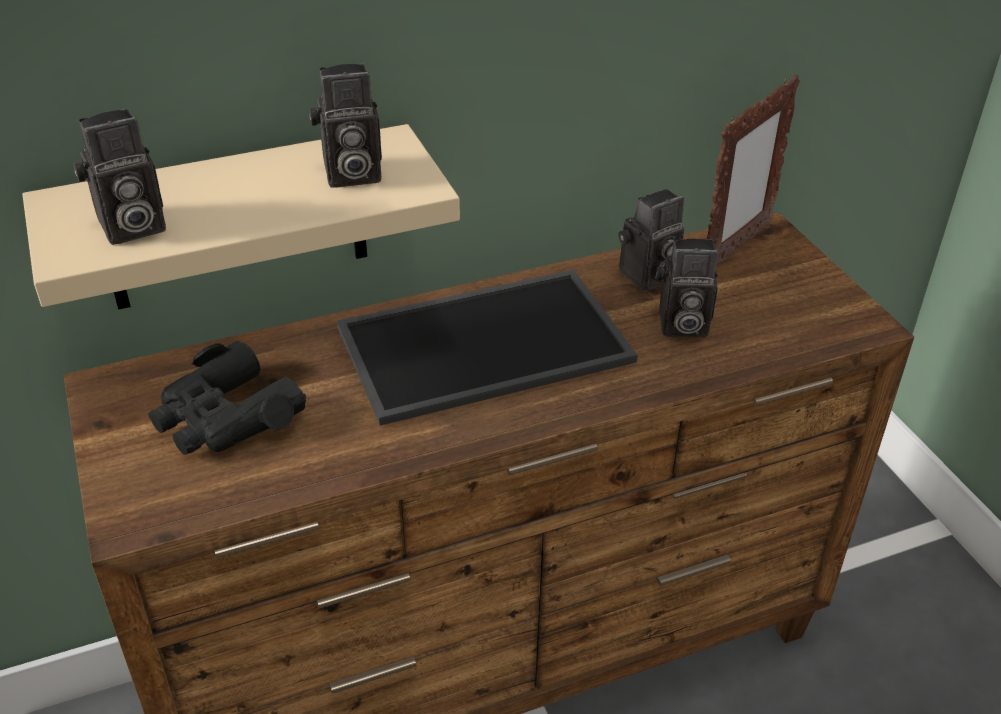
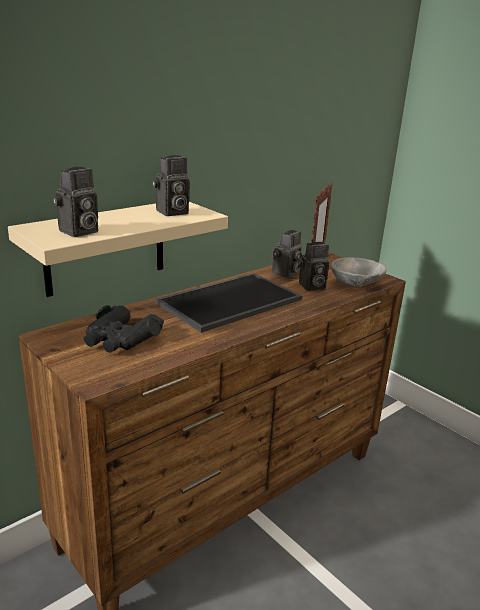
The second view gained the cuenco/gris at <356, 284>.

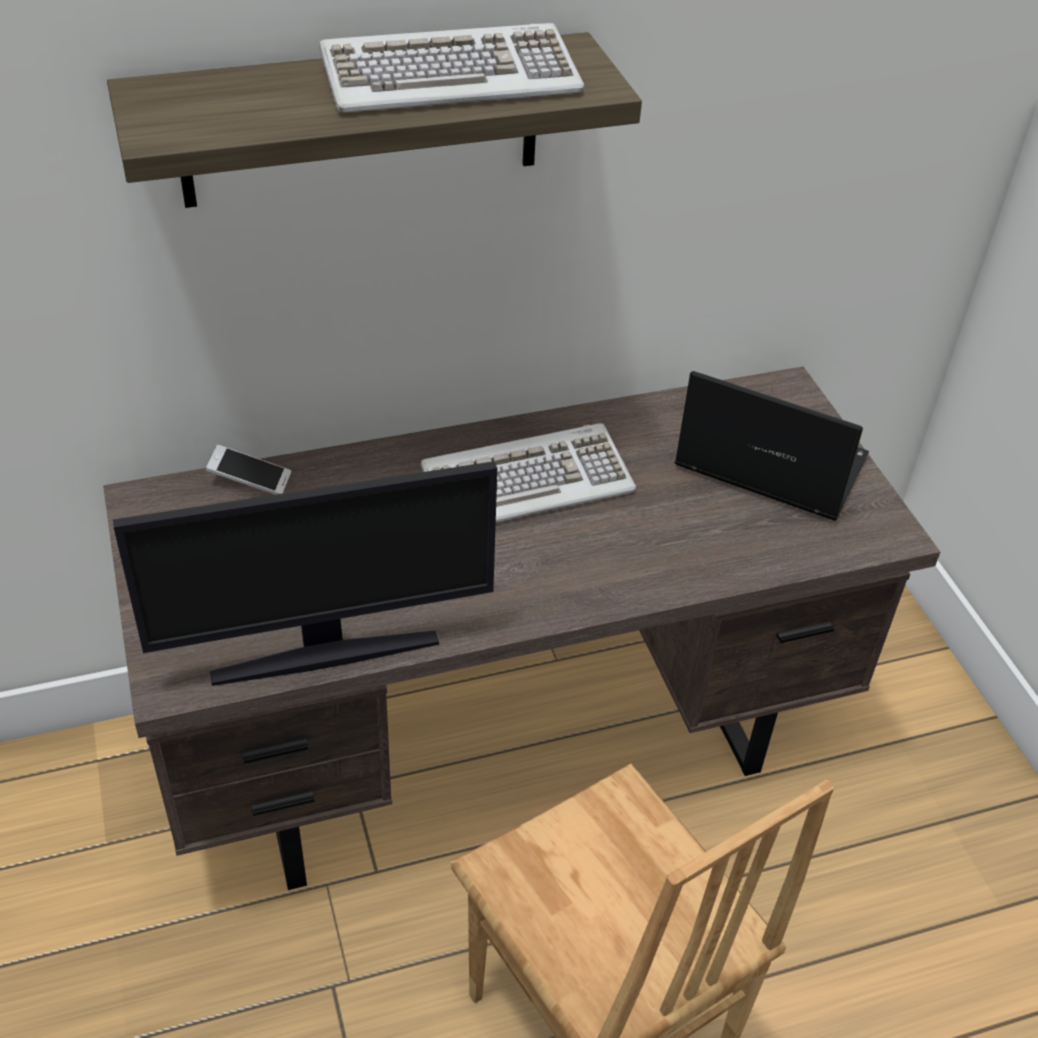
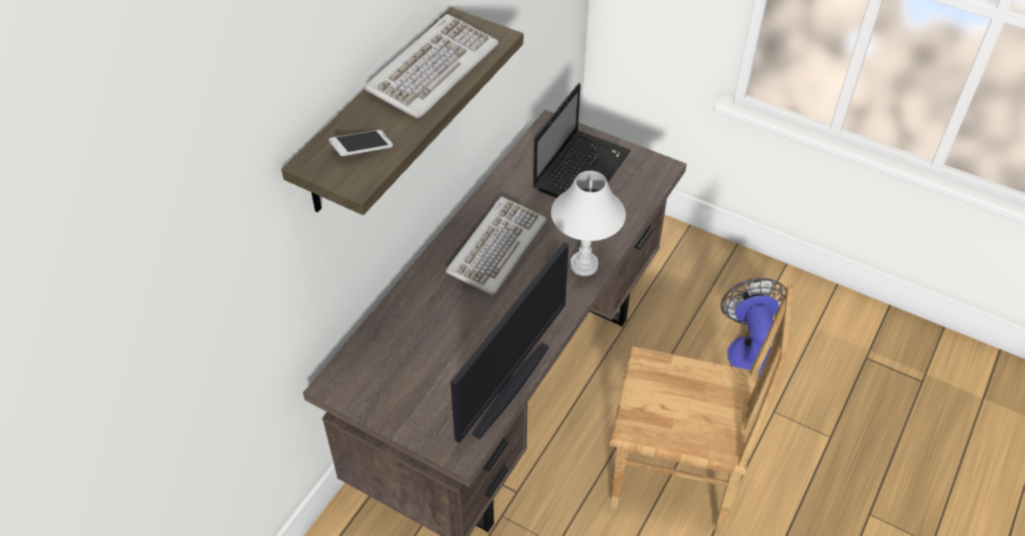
The portátil at <765, 463> ended up facing another way, 135 degrees clockwise from before.
The móvil ended up elsewhere, having gone from <250, 479> to <362, 149>.
The second view gained the lámpara de mesa/blanco at <584, 265>.
The second view gained the ventilador at <748, 349>.

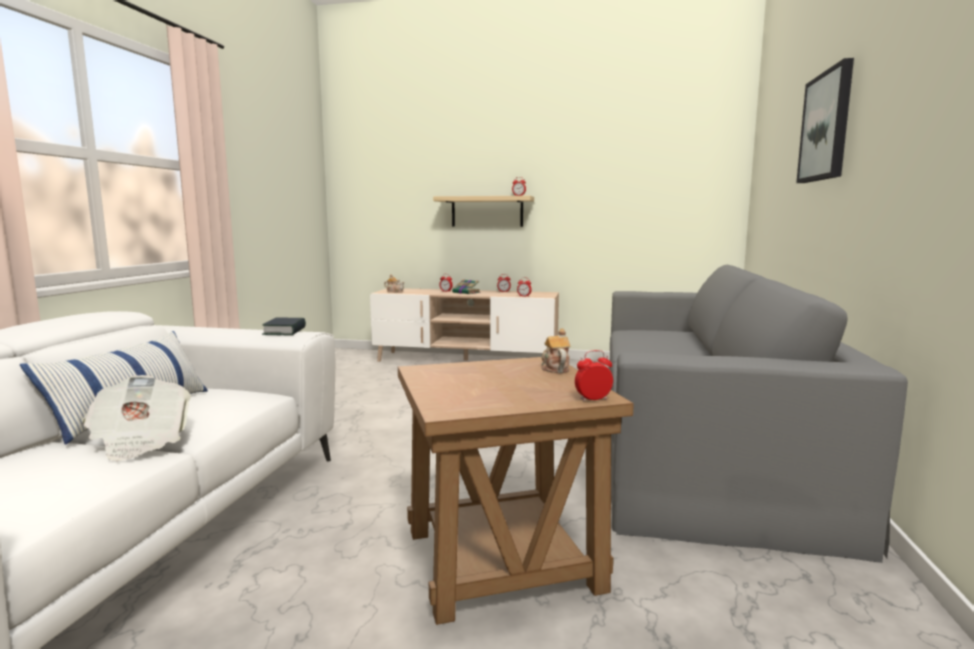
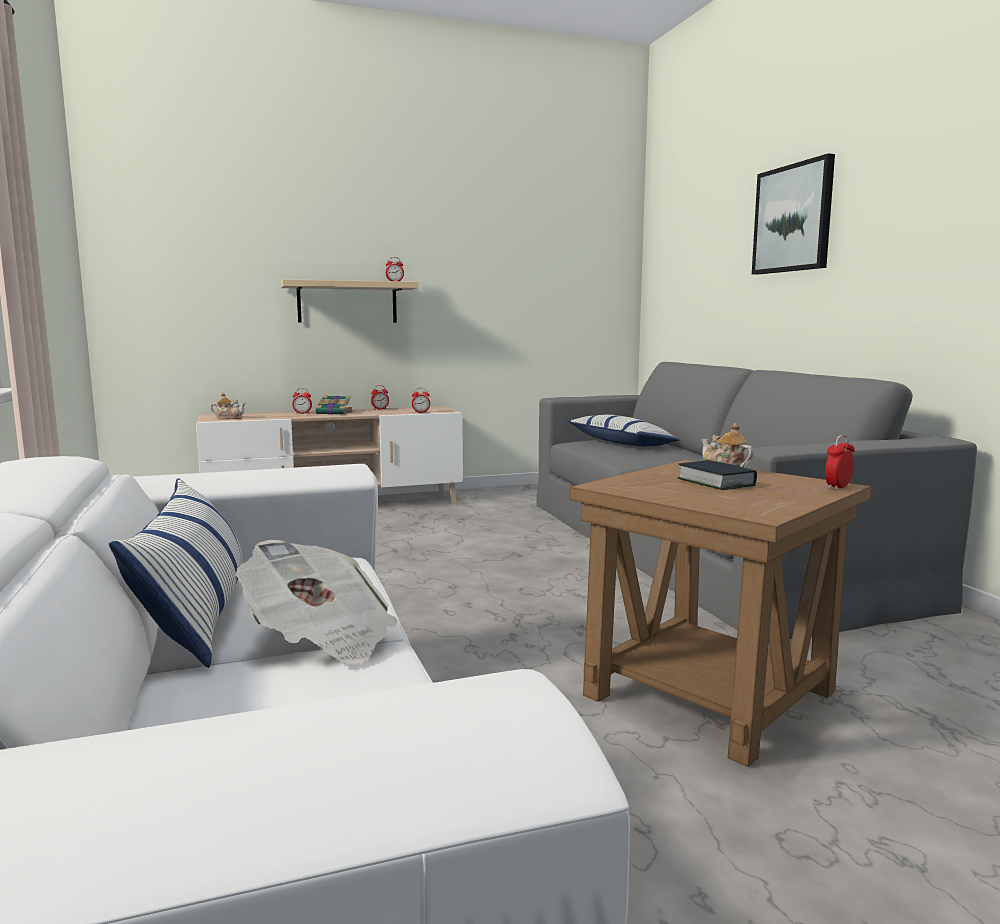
The libro ended up elsewhere, having gone from <285, 331> to <716, 482>.
The second view gained the cojín at <620, 443>.

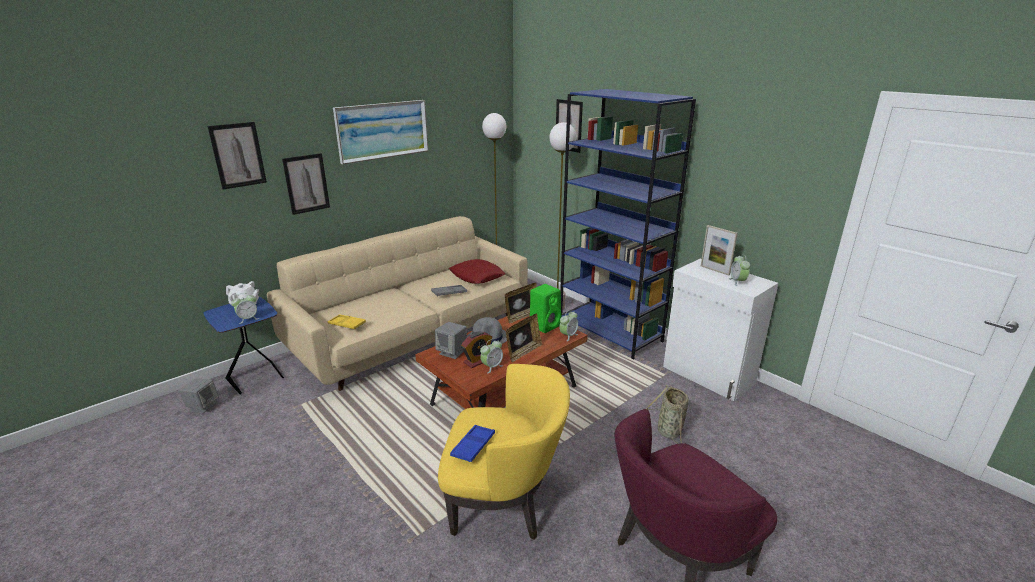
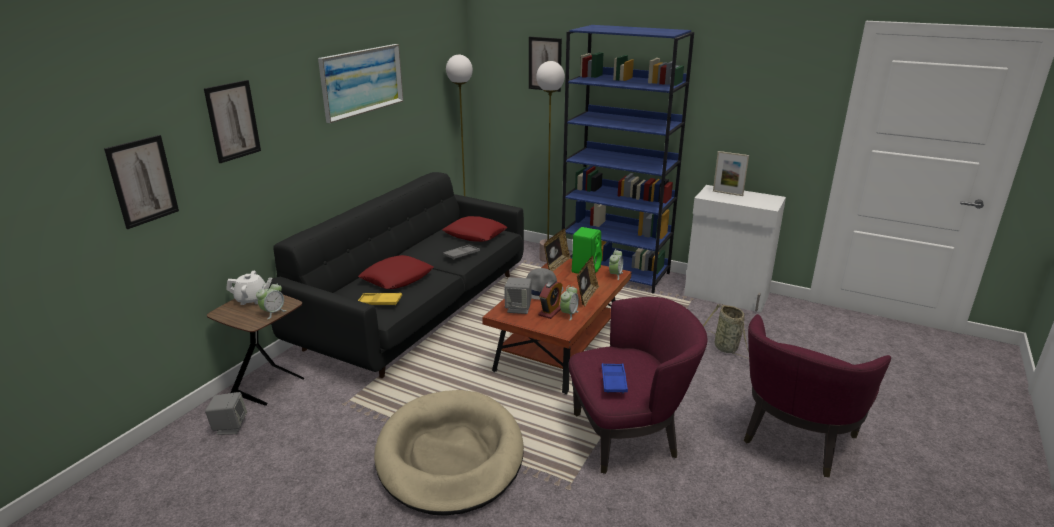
The cuadro ended up elsewhere, having gone from <306, 183> to <142, 181>.
What was the sofá/beis at <413, 335> turned into the sofá/negro at <417, 309>.
The second view lost the despertador at <737, 282>.
What was the mesa auxiliar/azul at <257, 378> turned into the mesa auxiliar/marrón at <270, 386>.
What was the sillón/amarillo at <505, 502> turned into the sillón/morado at <629, 436>.
The second view gained the cojín/rojo at <397, 278>.
The second view gained the cama para perro/beis at <450, 456>.

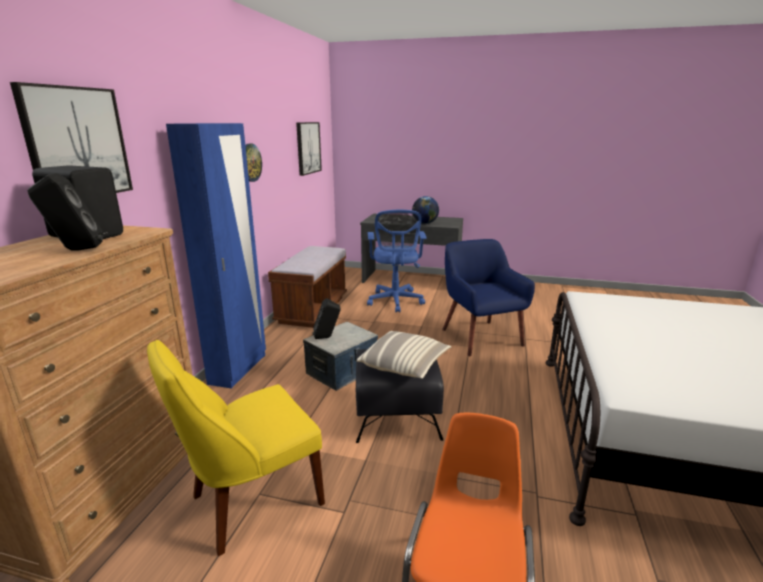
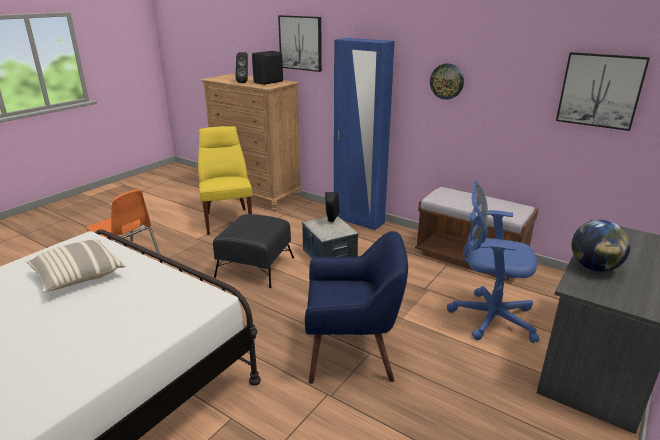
The cojín ended up elsewhere, having gone from <404, 365> to <78, 276>.

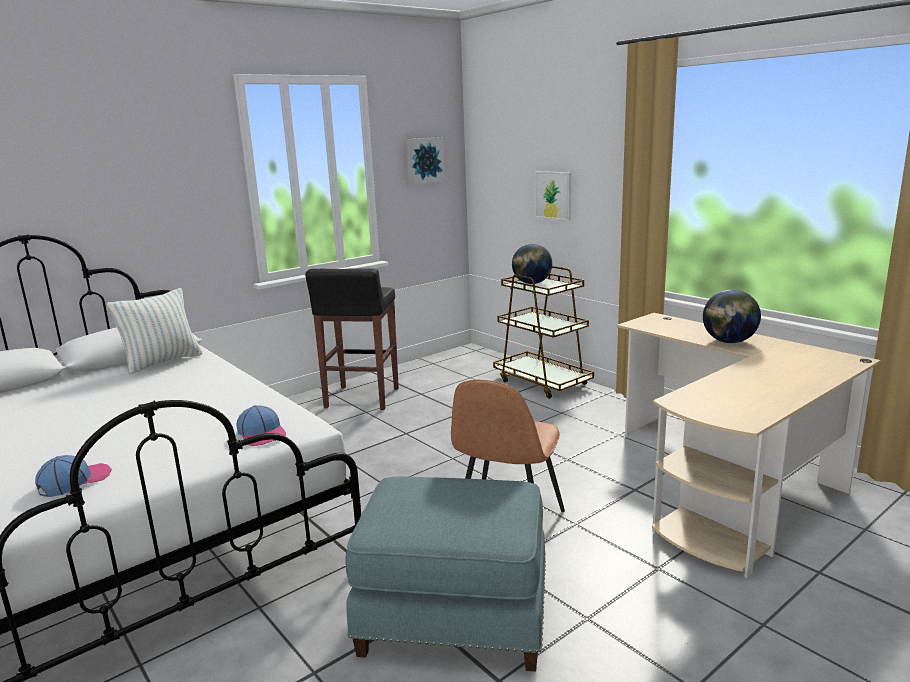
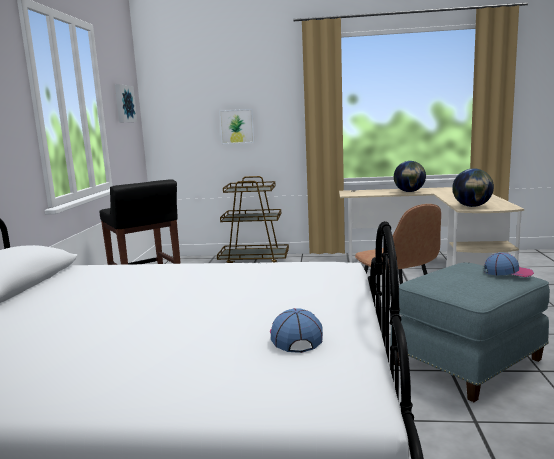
The globo terráqueo ended up elsewhere, having gone from <532, 283> to <472, 206>.
The second view lost the cojín at <162, 362>.
The gorra ended up elsewhere, having gone from <262, 434> to <508, 272>.

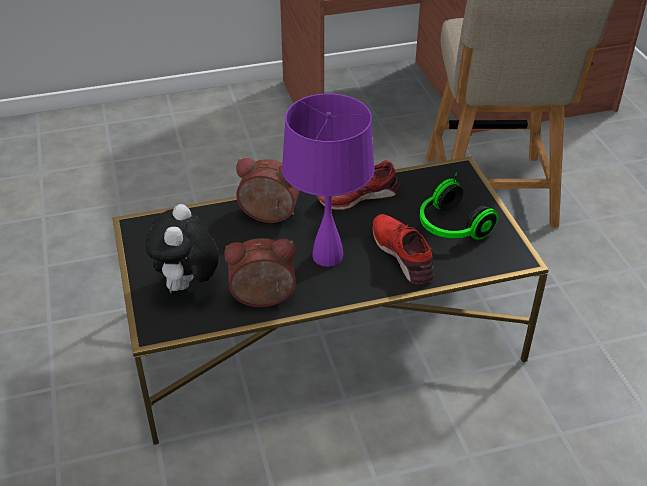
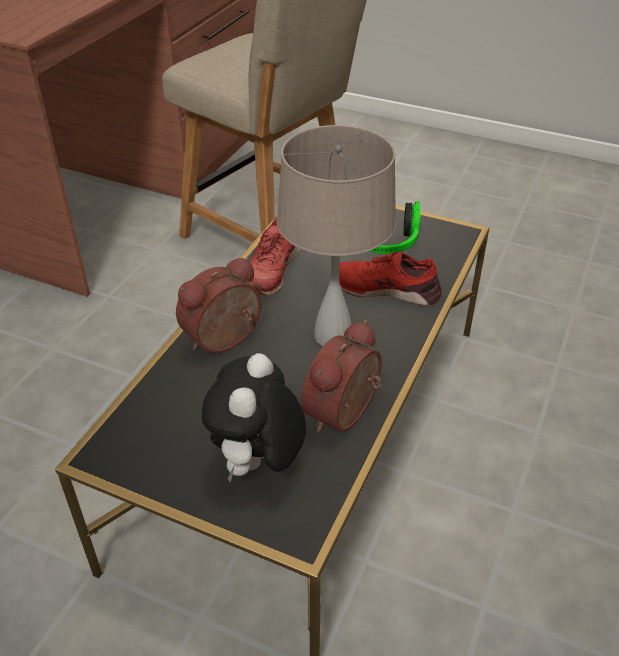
What was the lámpara de mesa/morado at <327, 256> turned into the lámpara de mesa/beis at <332, 335>.
The peluche at <187, 286> ended up facing another way, 60 degrees clockwise from before.

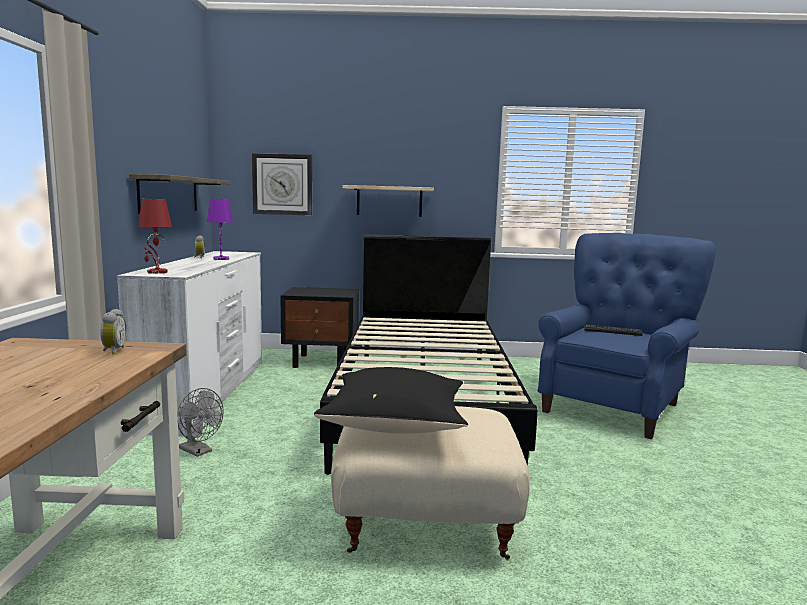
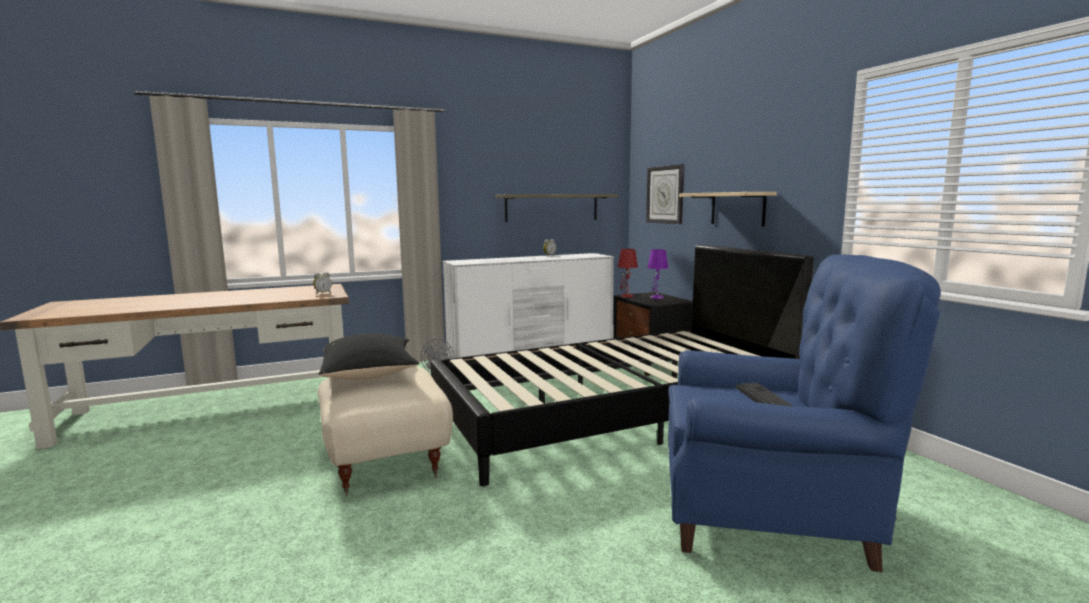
The lámpara de mesa/rojo ended up elsewhere, having gone from <157, 272> to <626, 296>.
The lámpara de mesa/morado ended up elsewhere, having gone from <221, 259> to <656, 298>.

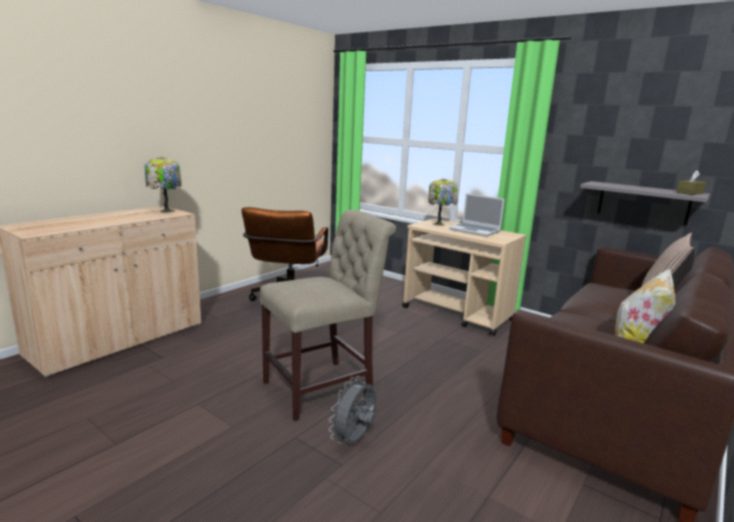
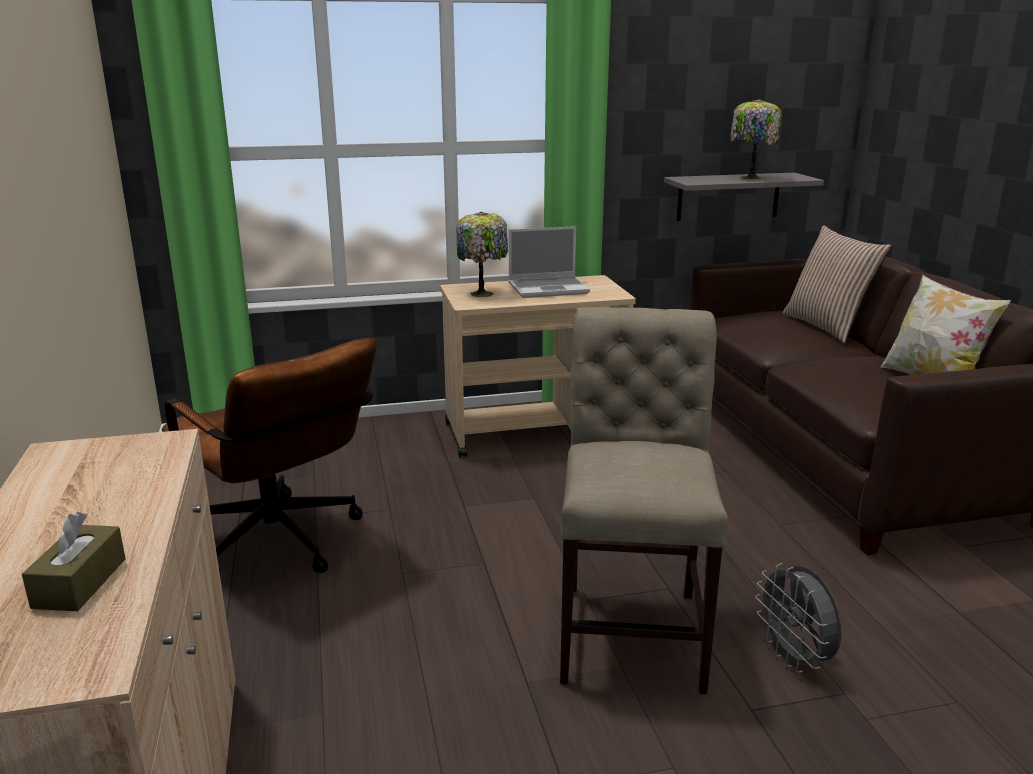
The lámpara de mesa ended up elsewhere, having gone from <166, 211> to <750, 177>.
The caja de pañuelos/marrón ended up elsewhere, having gone from <690, 193> to <80, 583>.

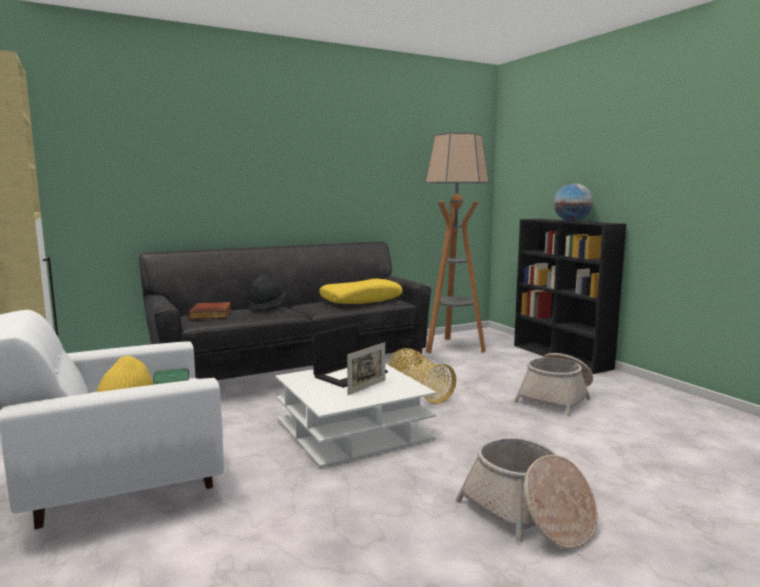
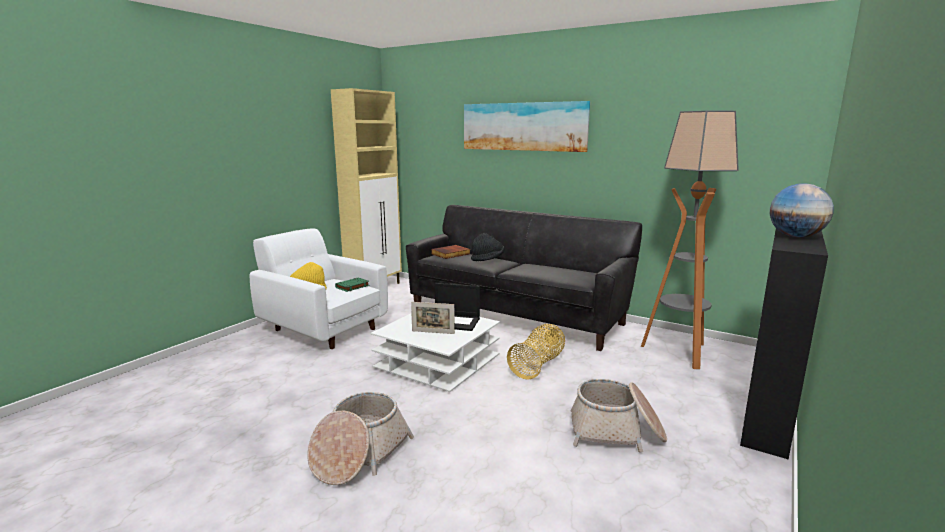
The second view lost the cojín/amarillo at <361, 300>.
The second view gained the cuadro at <523, 126>.

